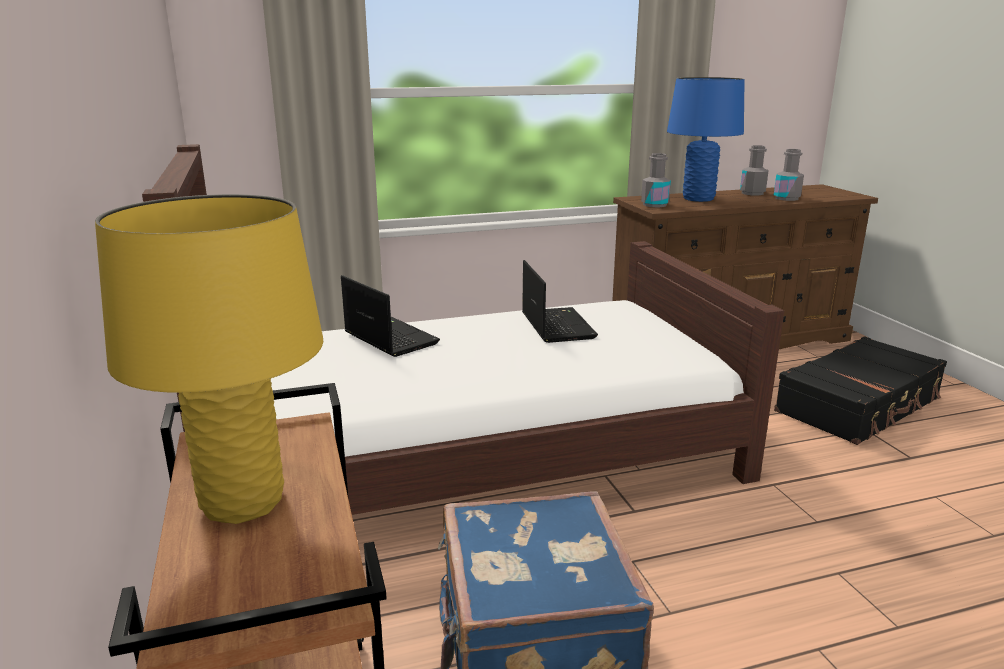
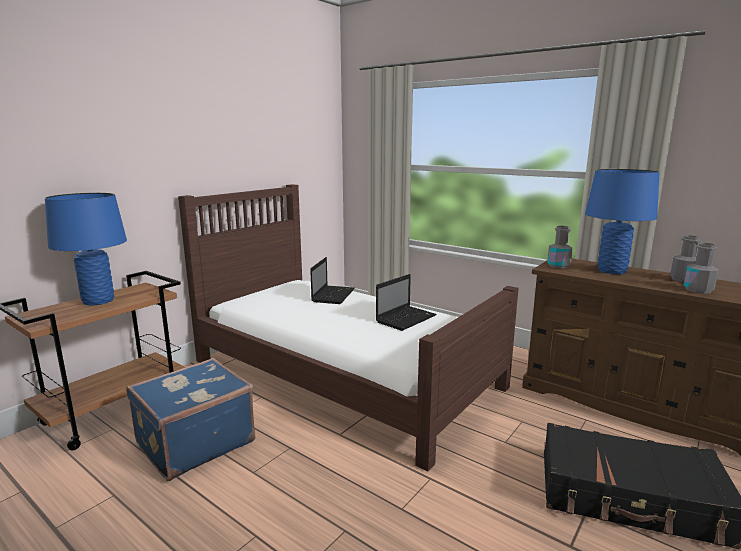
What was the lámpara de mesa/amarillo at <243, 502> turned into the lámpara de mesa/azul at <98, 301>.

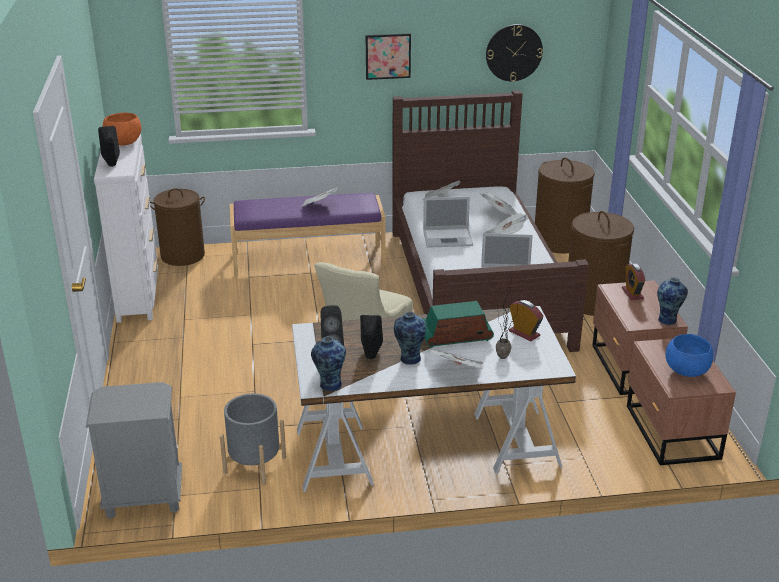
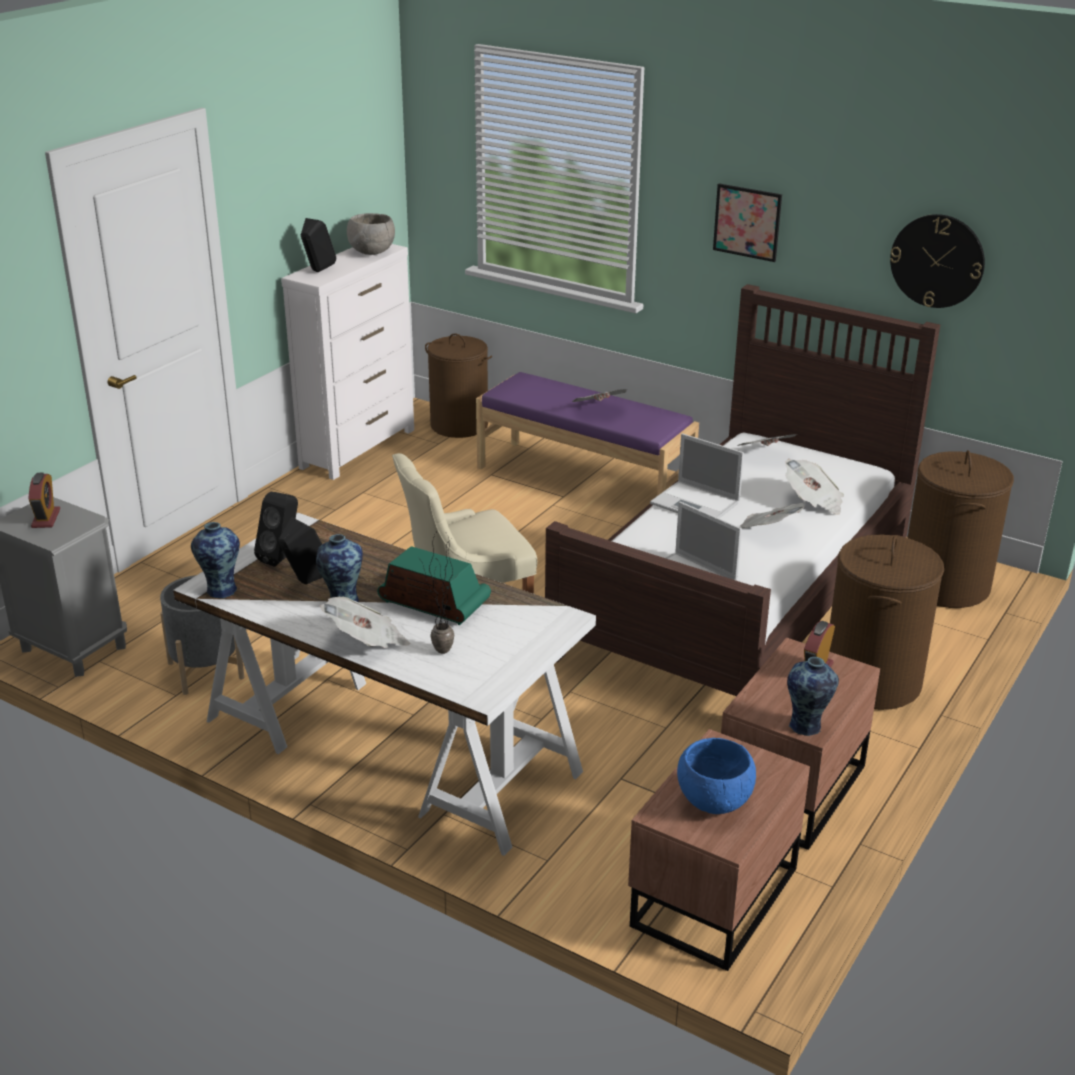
What was the cuenco/naranja at <124, 143> turned into the cuenco/gris at <372, 252>.
The despertador ended up elsewhere, having gone from <524, 333> to <46, 518>.

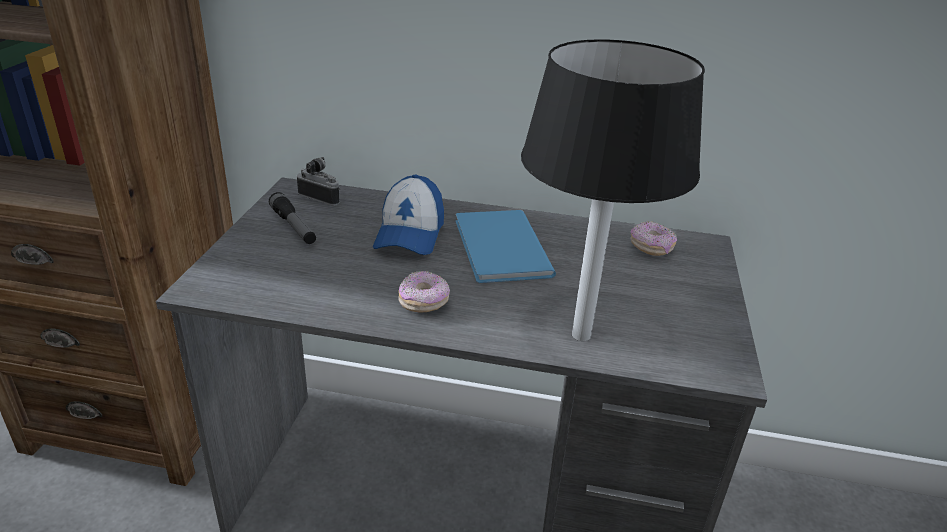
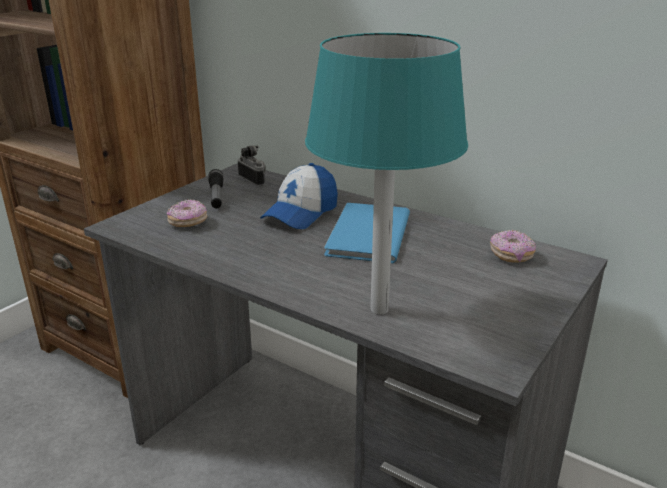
What was the lámpara de mesa/negro at <580, 335> turned into the lámpara de mesa/turquesa at <379, 309>.
The rosquilla ended up elsewhere, having gone from <424, 302> to <188, 222>.

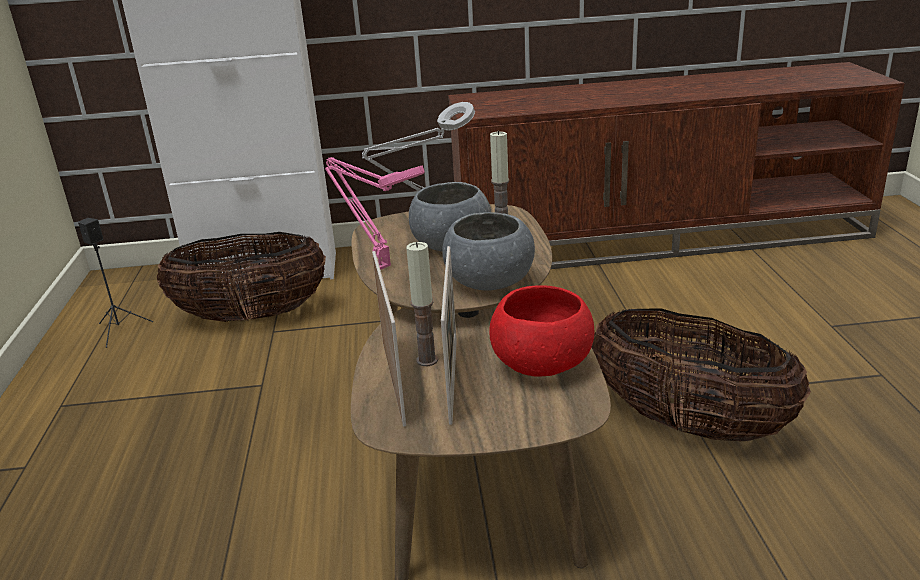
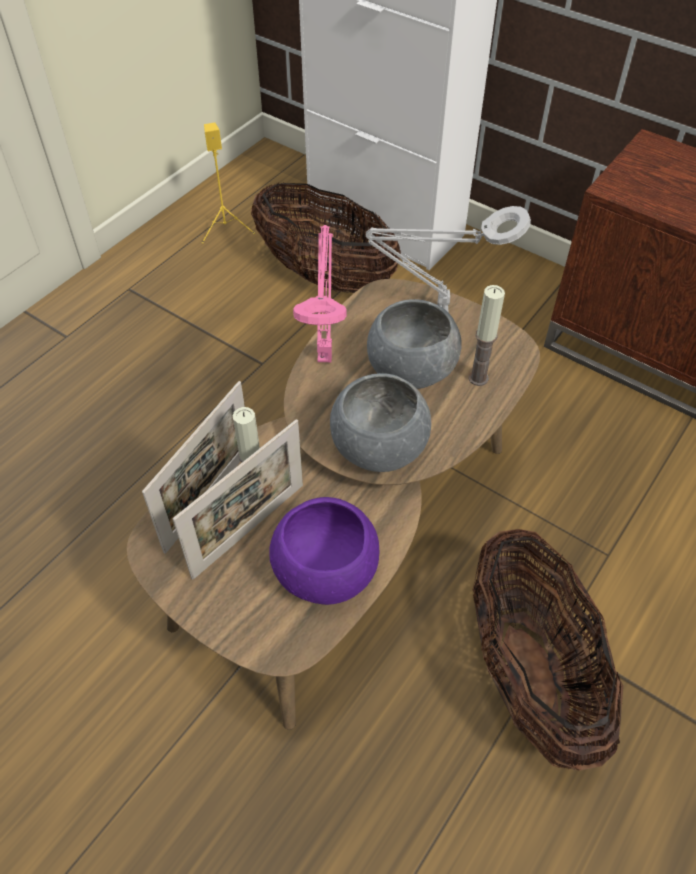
What was the altavoz/negro at <120, 330> turned into the altavoz/amarillo at <226, 228>.
What was the cuenco/rojo at <542, 364> turned into the cuenco/morado at <326, 571>.

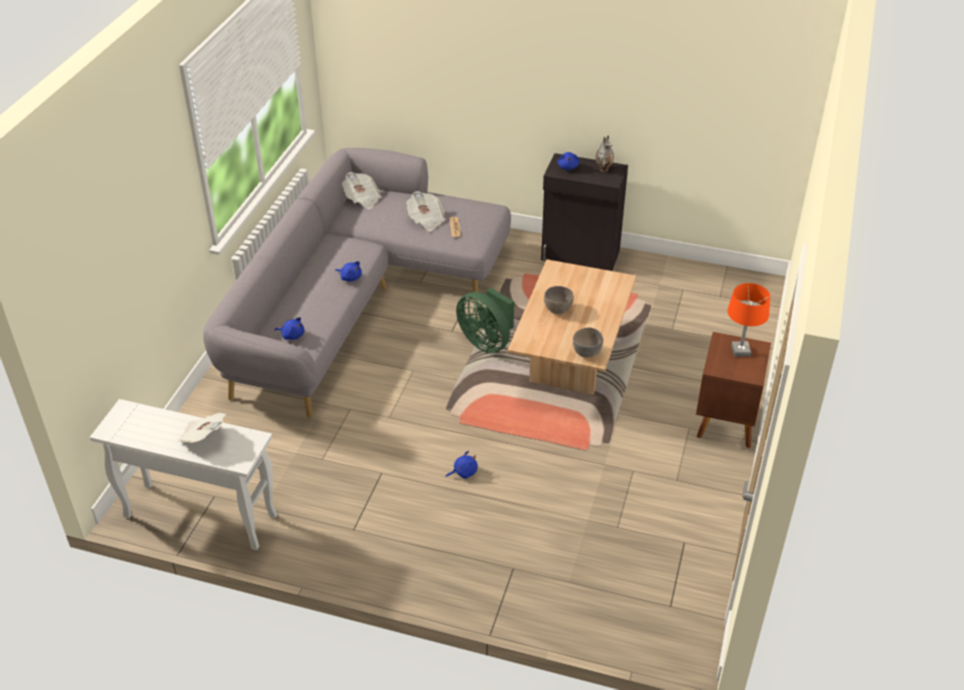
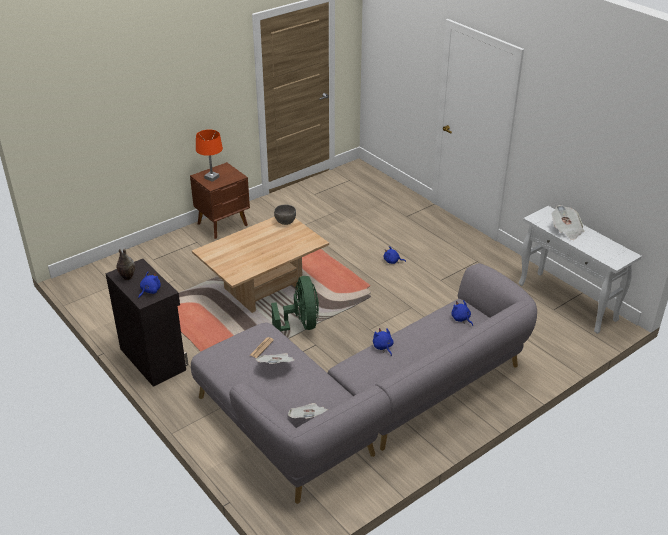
The second view lost the cuenco/gris at <557, 310>.

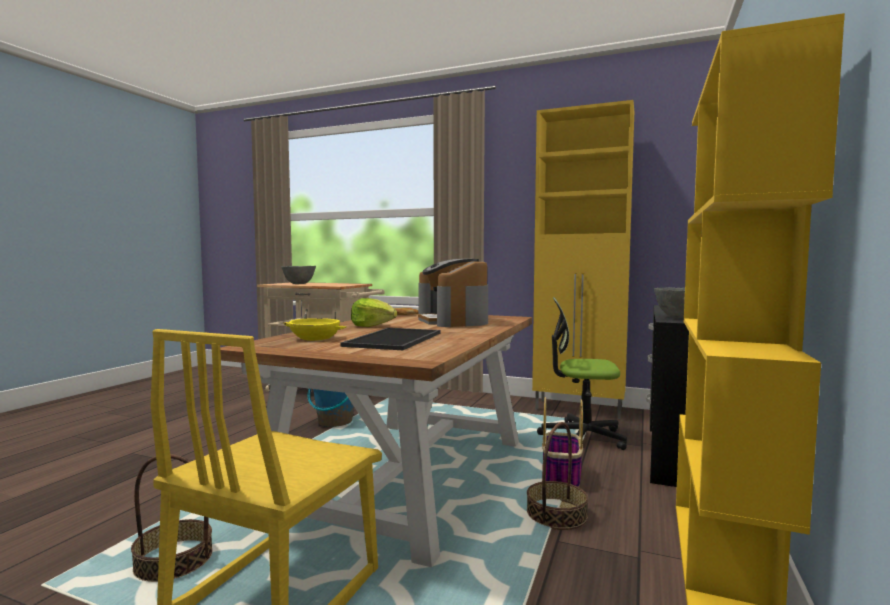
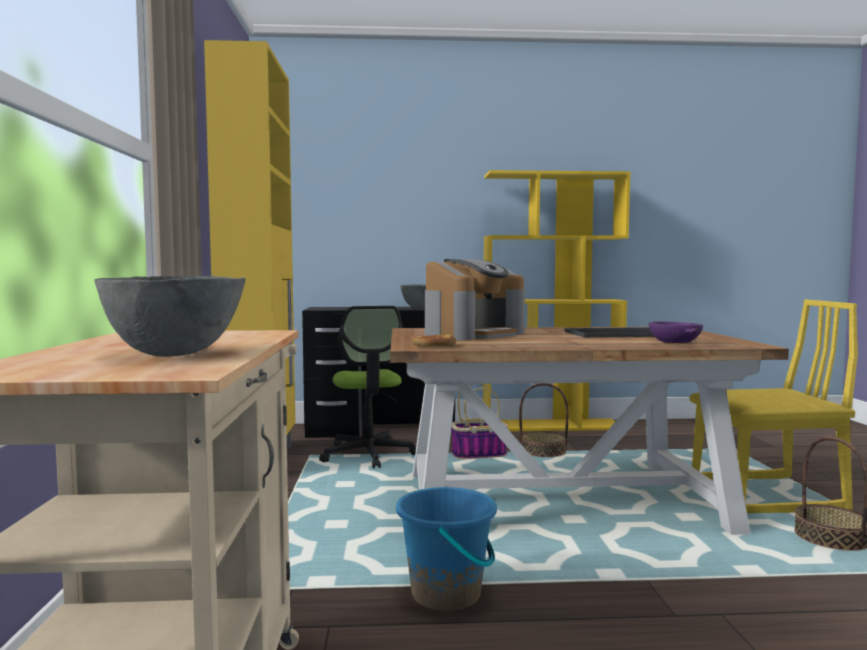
The second view lost the lechuga at <372, 326>.
What was the cuenco/amarillo at <315, 338> turned into the cuenco/morado at <673, 342>.

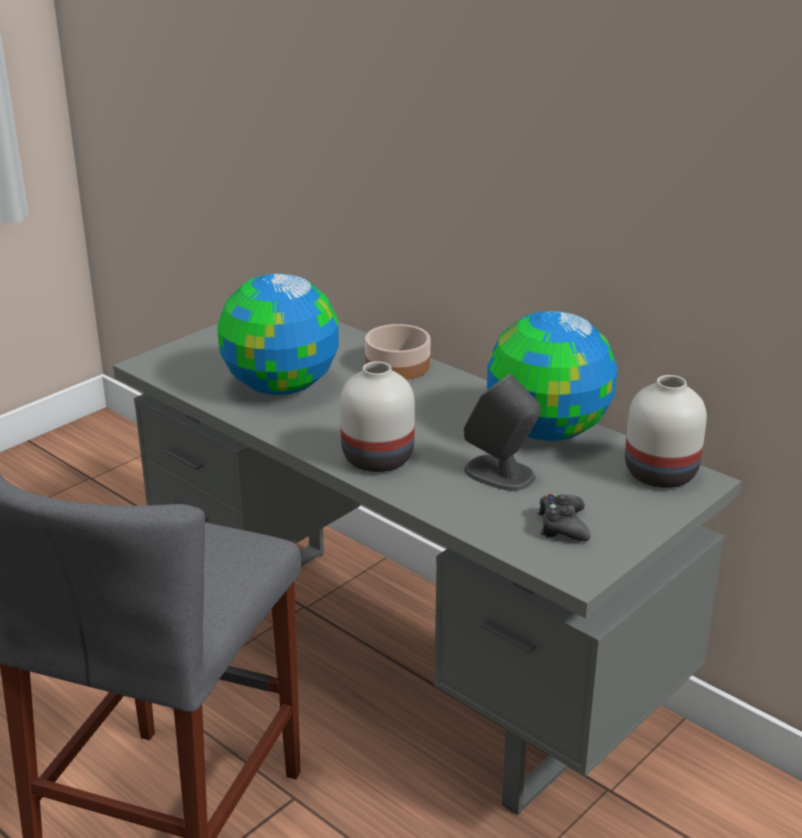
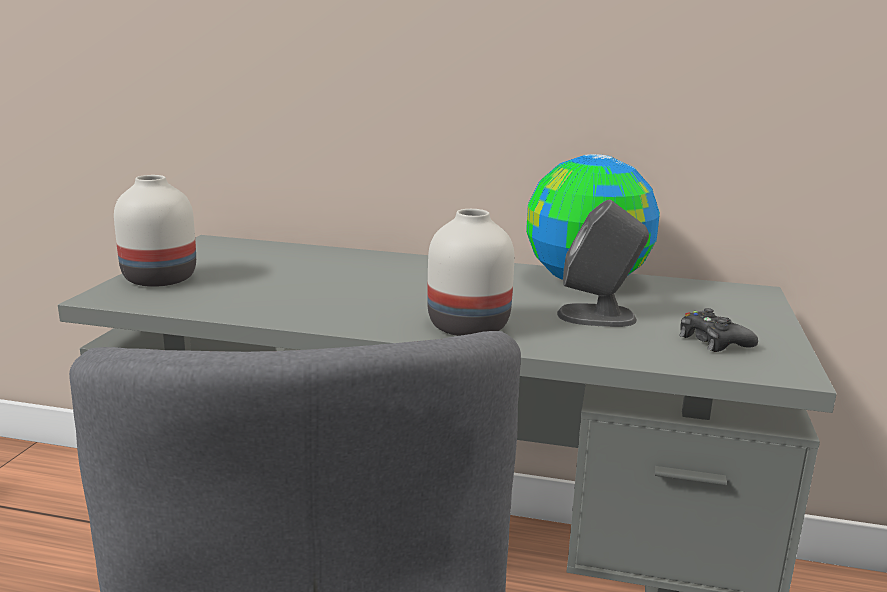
The second view lost the globo terráqueo at <280, 387>.
The second view lost the cuenco at <398, 366>.
The florero/blanco ended up elsewhere, having gone from <658, 473> to <157, 279>.

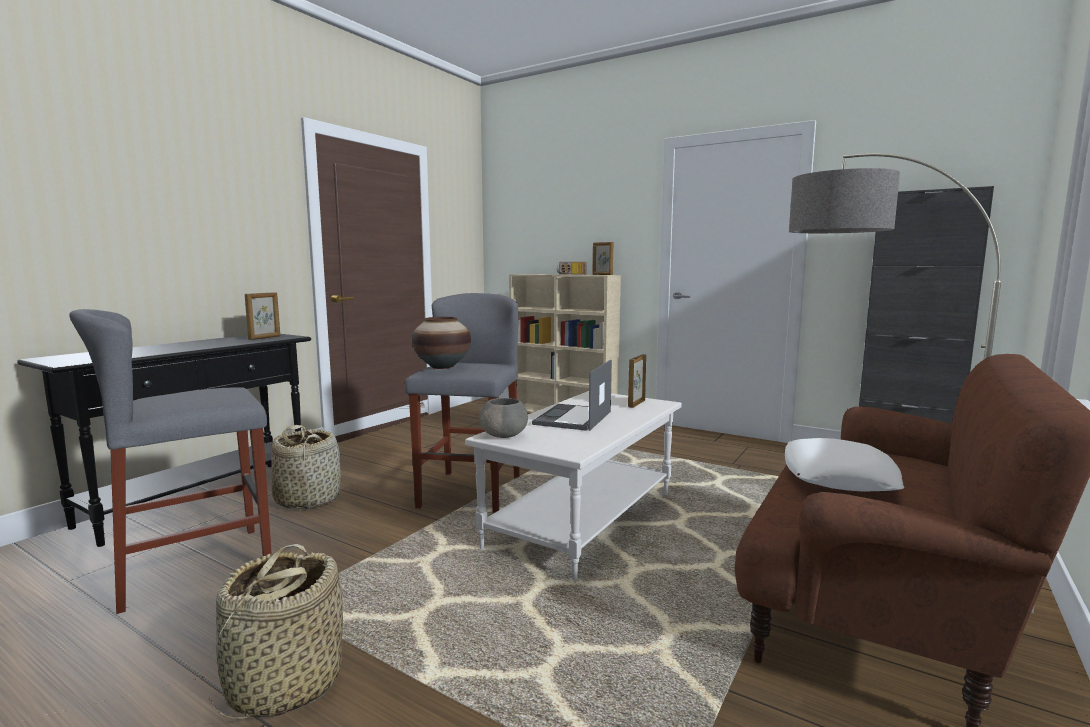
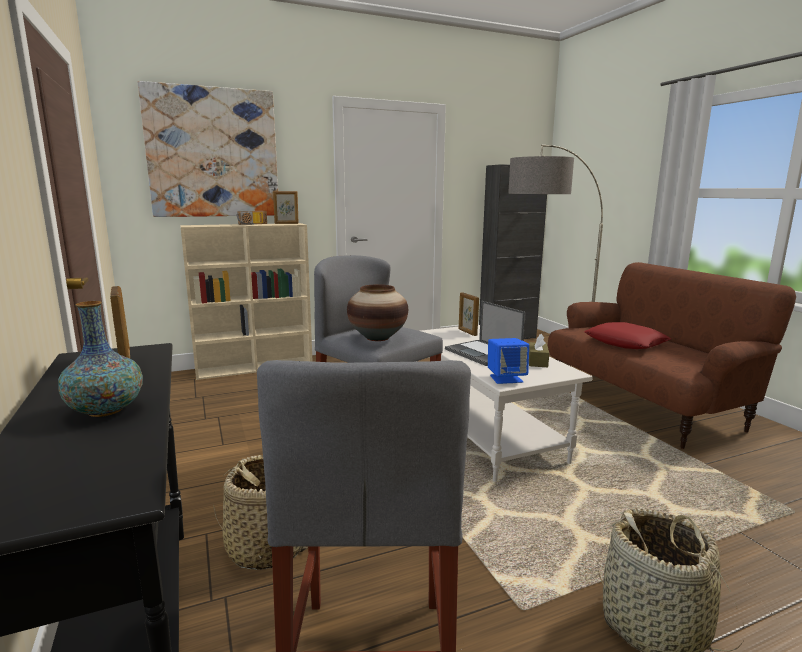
Where the cuenco/gris stood at <504, 435>, the altavoz/azul came to stand at <506, 378>.
What was the cojín/blanco at <838, 476> turned into the cojín/rojo at <625, 342>.
The second view gained the cuadro at <213, 153>.
The second view gained the florero at <106, 410>.
The second view gained the caja de pañuelos/marrón at <537, 361>.

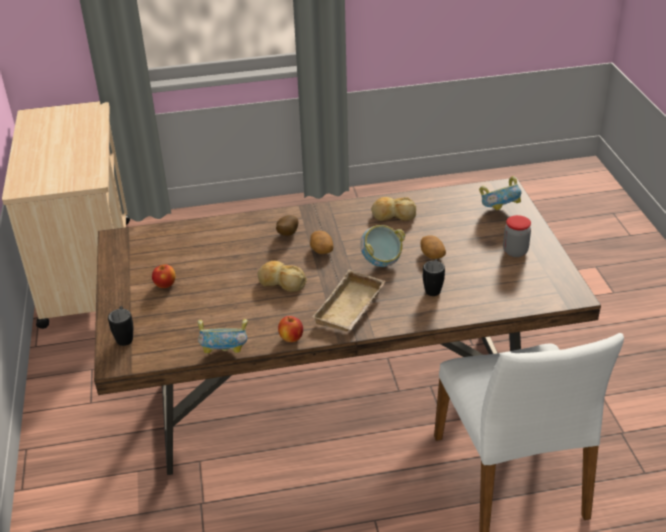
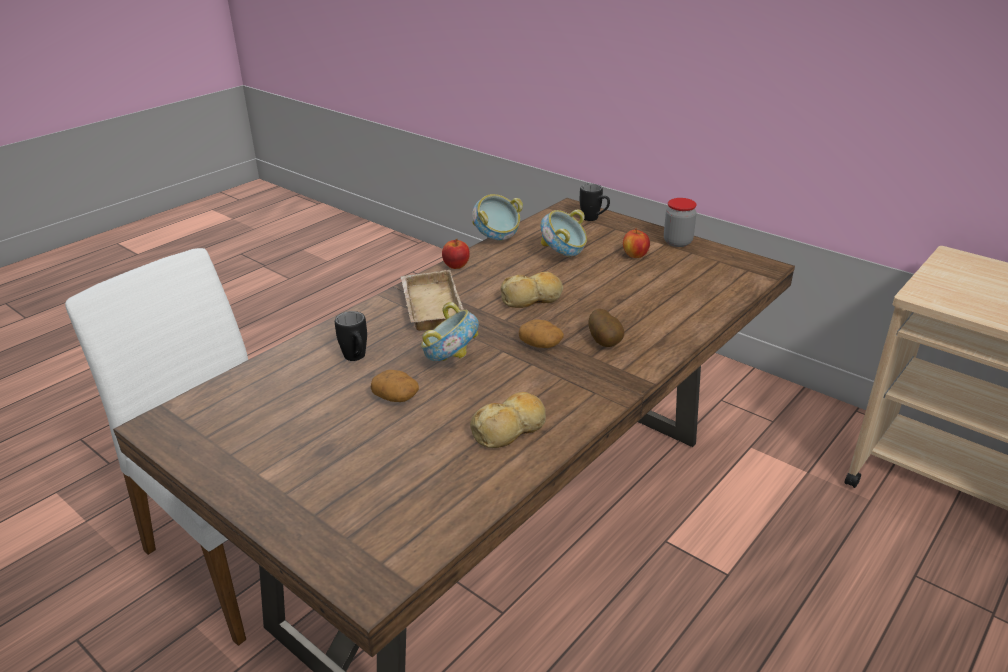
The cuenco ended up elsewhere, having gone from <499, 211> to <563, 255>.
The tarro ended up elsewhere, having gone from <515, 251> to <677, 242>.

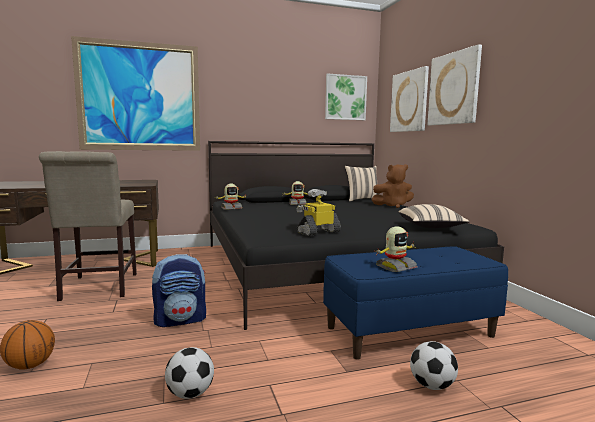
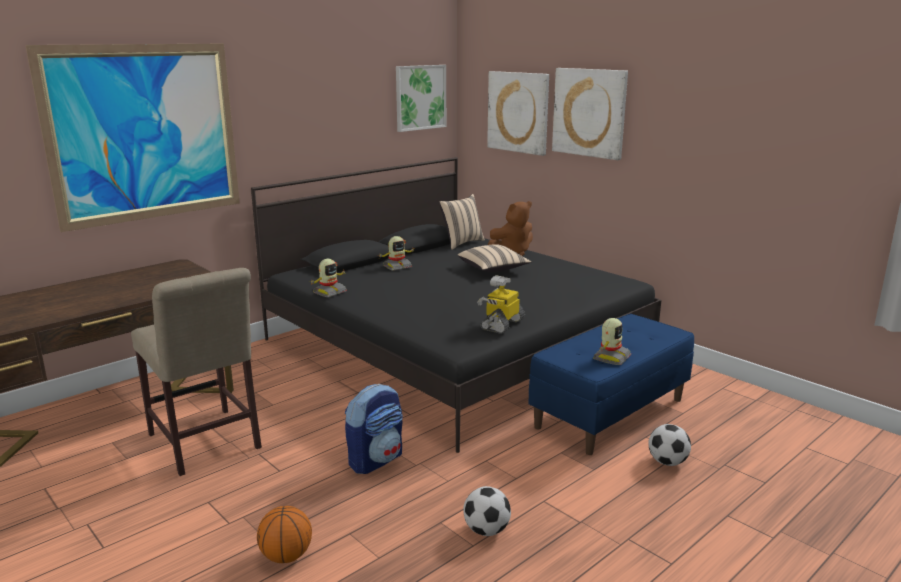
The cojín/beis ended up elsewhere, having gone from <430, 227> to <493, 269>.

